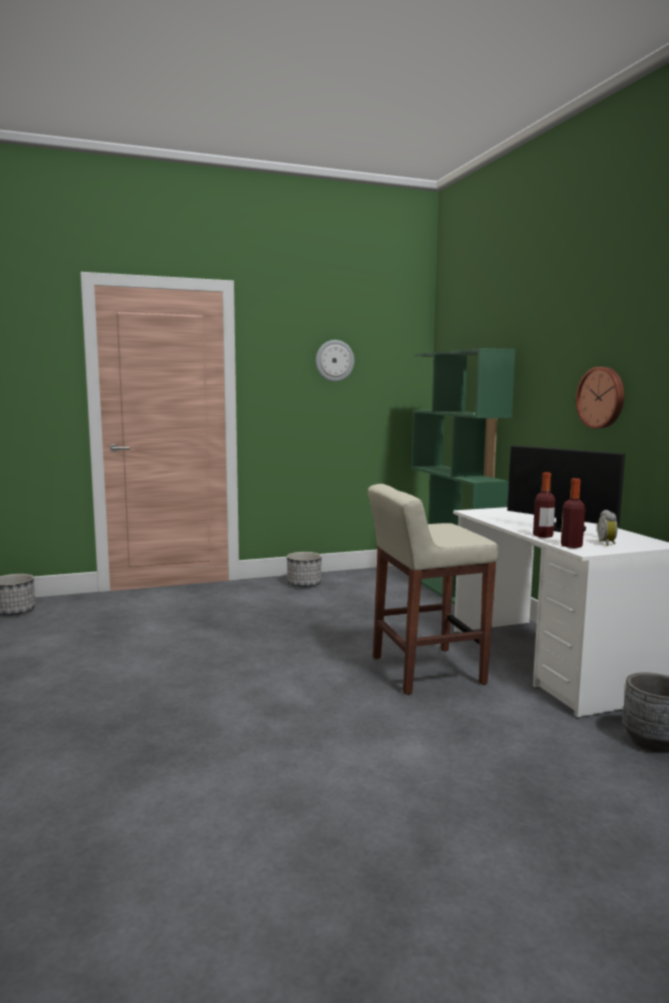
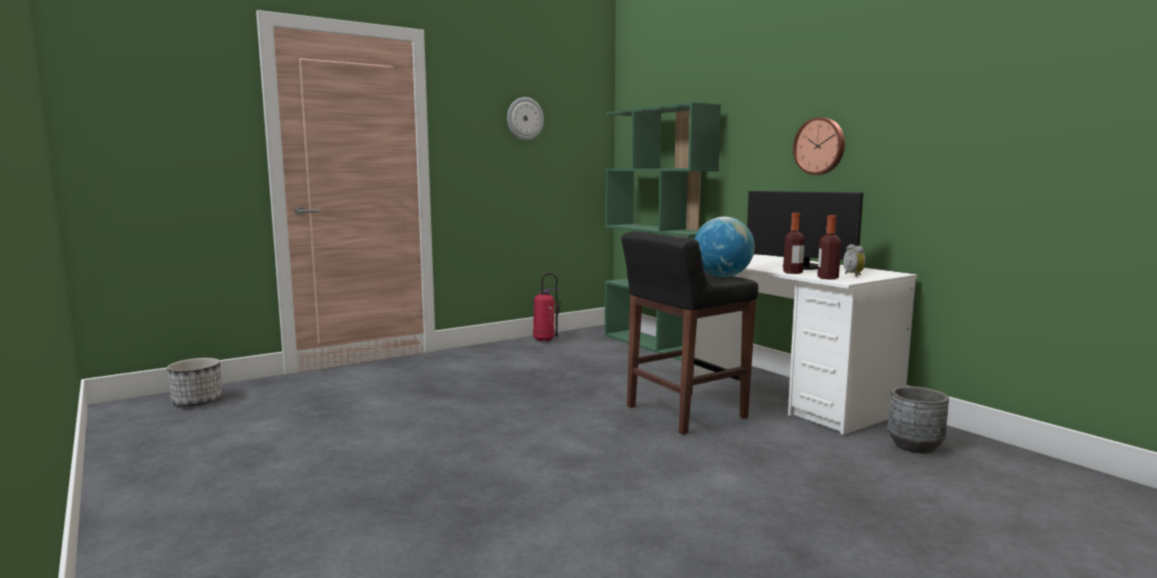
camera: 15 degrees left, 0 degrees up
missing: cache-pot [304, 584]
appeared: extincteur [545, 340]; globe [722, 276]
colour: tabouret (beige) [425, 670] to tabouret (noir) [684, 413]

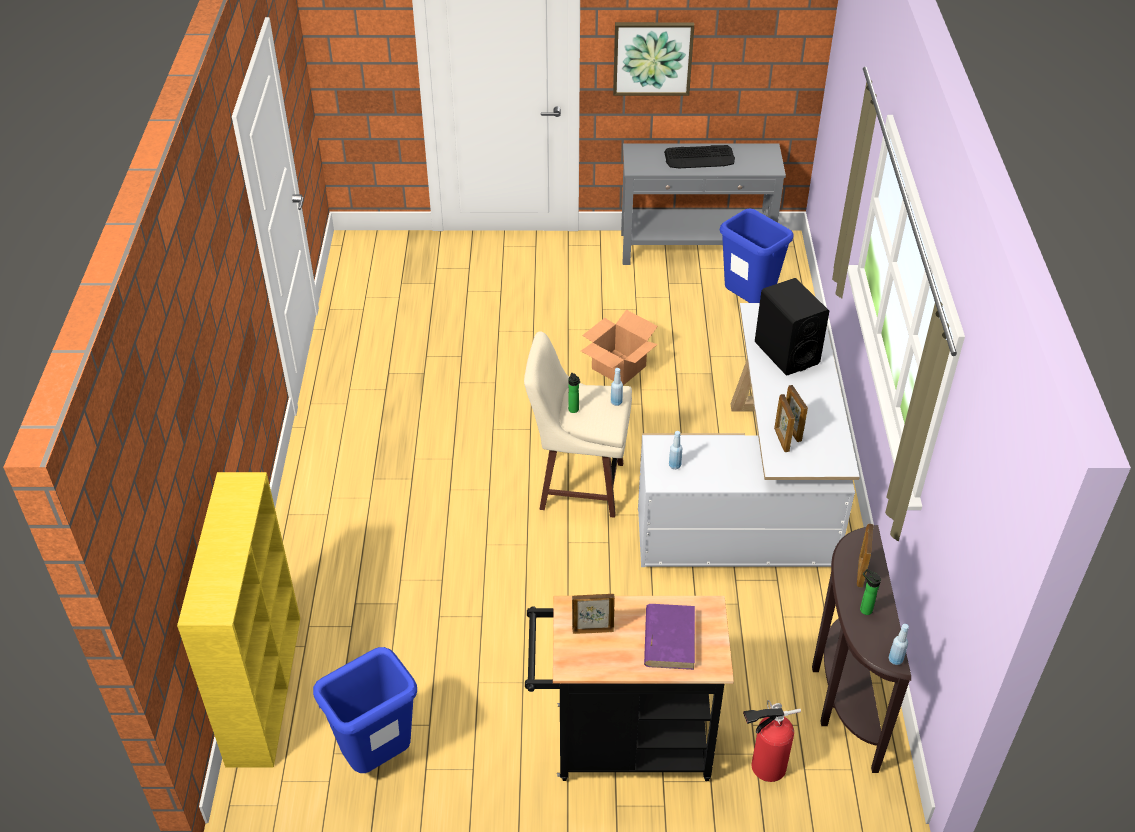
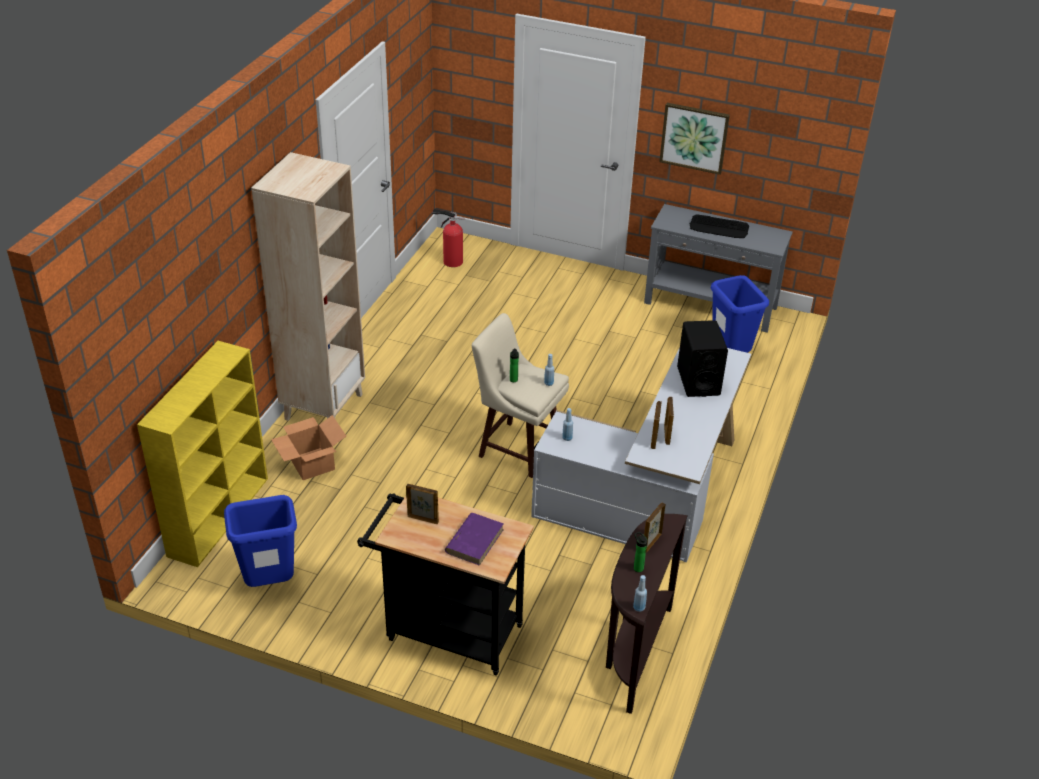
camera: 20 degrees right, 5 degrees down
appeared: bibliothèque (beige) [323, 406]
relocated: carton [619, 367] to [312, 464]; extincteur [764, 767] to [450, 261]

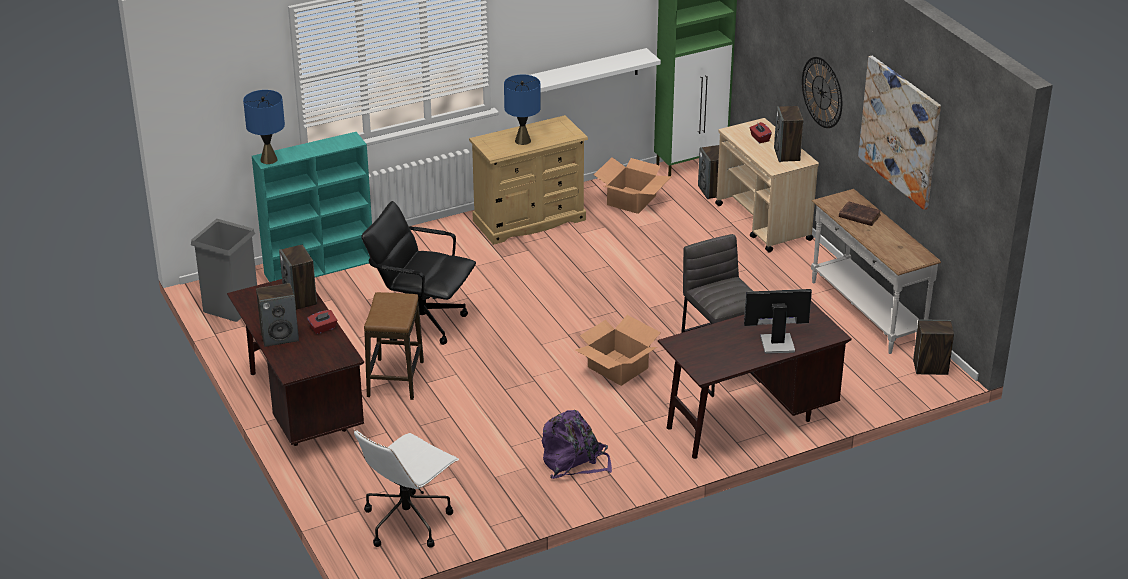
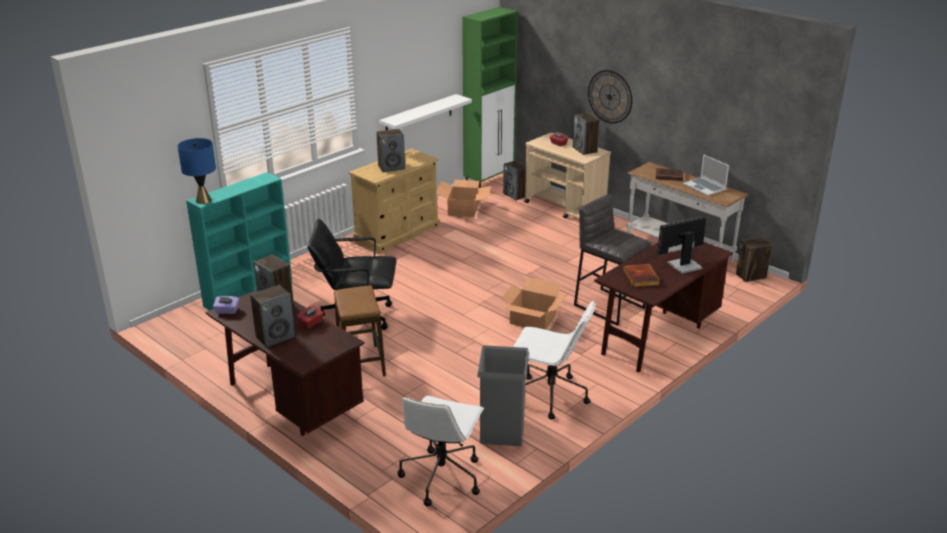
camera: 20 degrees left, 5 degrees down
missing: tableau [900, 131]
appeared: boîte à mouchoirs (violet) [227, 311]; livre [642, 277]; ordinateur portable [705, 187]
relocated: poubelle (gris) [231, 306] to [501, 431]
exchanged: lampe de table (bleu) [523, 140] to enceinte [391, 167]; sac à dos (violet) [574, 462] to chaise de bureau (blanc) [549, 396]

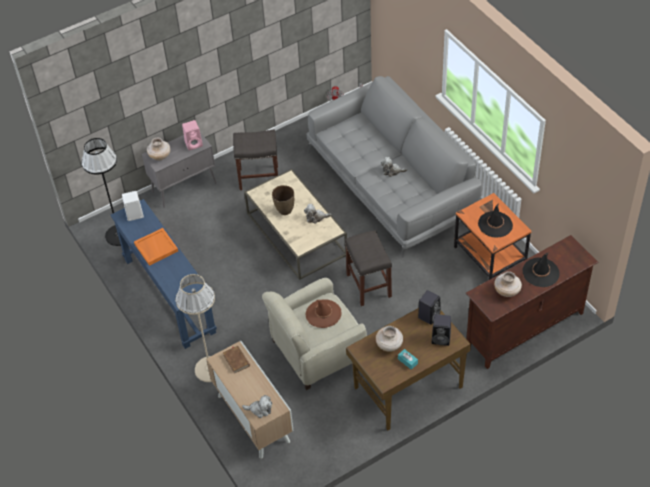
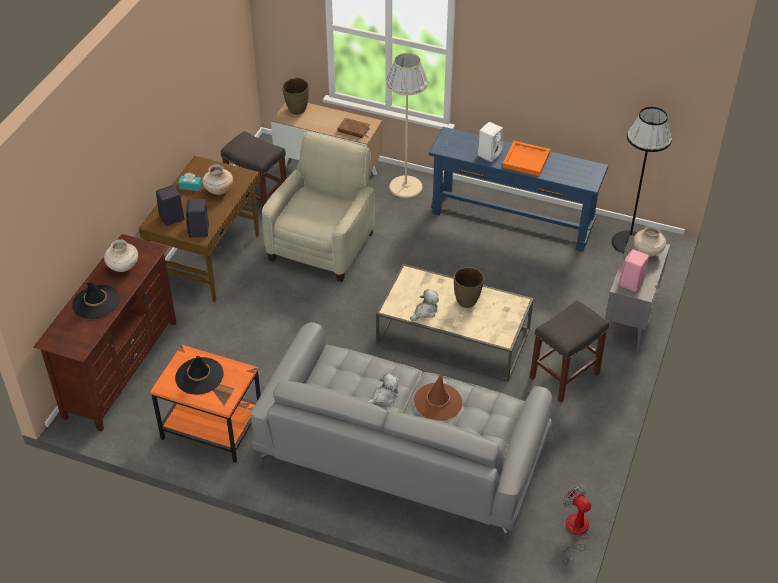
camera: 140 degrees right, 5 degrees down
relocated: enceinte (blanc) [134, 214] to [490, 154]; chapeau (marron) [323, 314] to [438, 402]; tabouret (gris) [368, 285] to [258, 199]
exchanged: peluche [260, 409] to vase (marron) [297, 110]

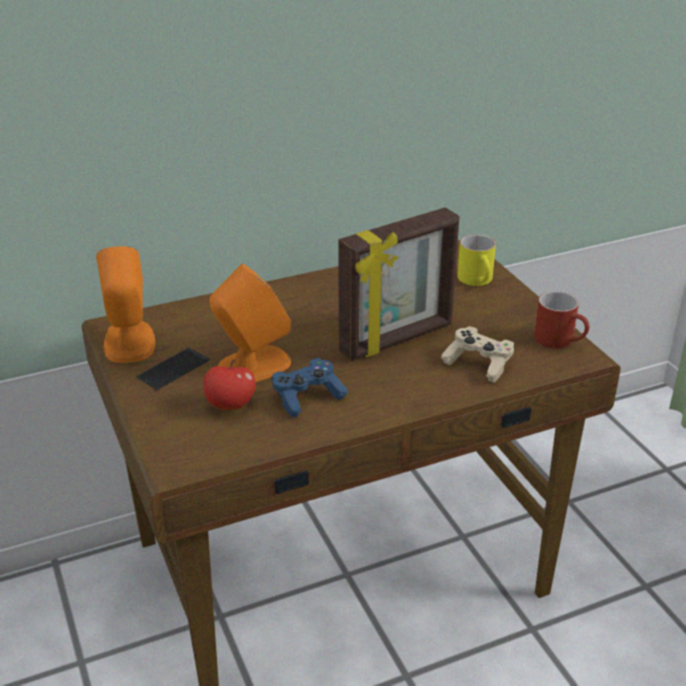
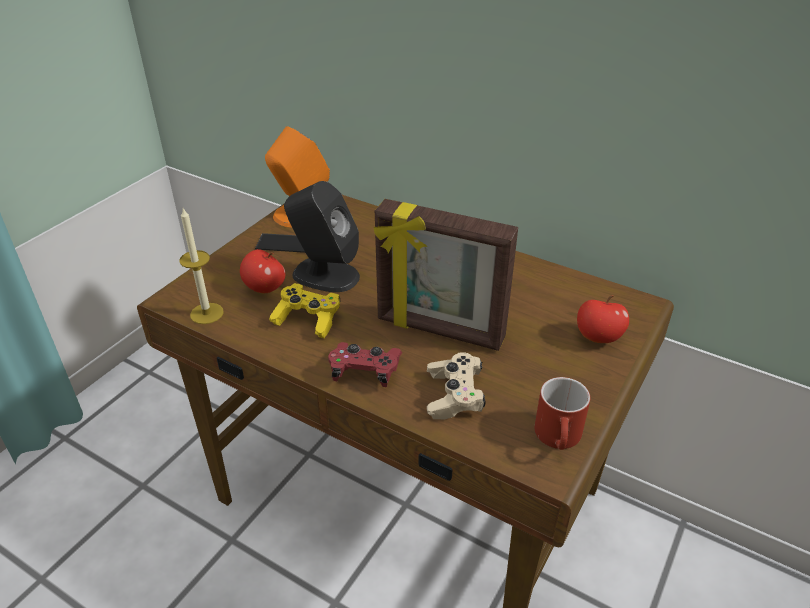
camera: 55 degrees right, 5 degrees up
appeared: bougie [206, 313]; manette (rouge) [365, 372]
exchanged: mug (jaune) [478, 281] to pomme [598, 337]
colour: enceinte (orange) [253, 366] to enceinte (noir) [325, 275]; manette (bleu) [307, 397] to manette (jaune) [308, 319]

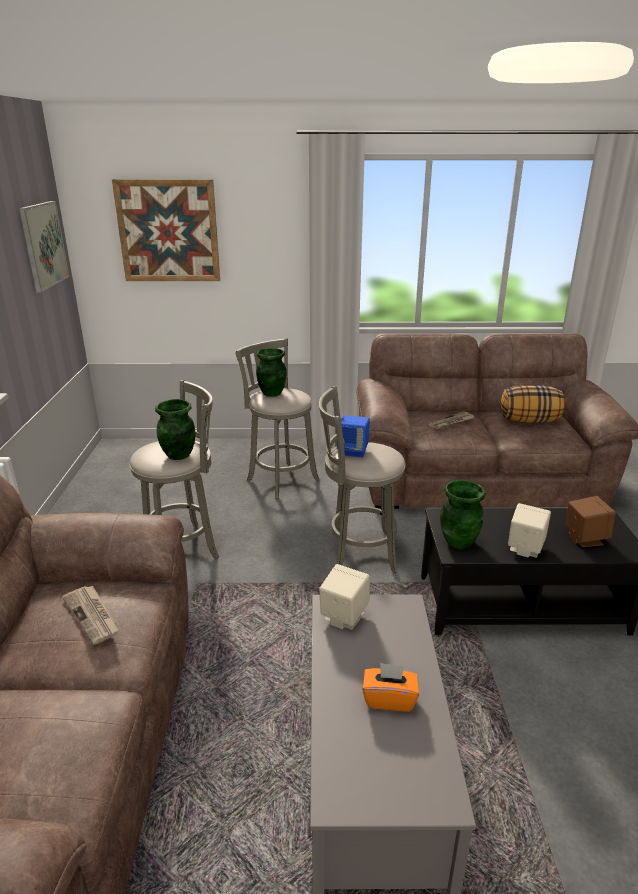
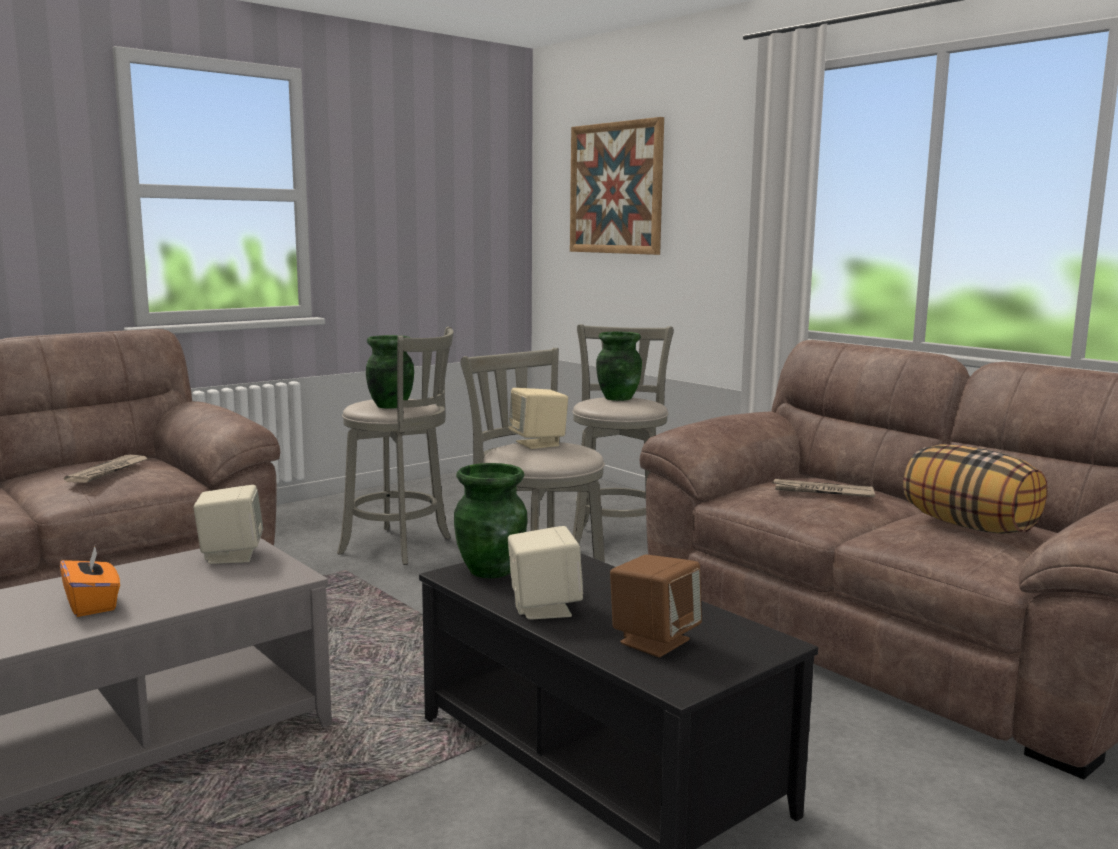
camera: 50 degrees right, 15 degrees down
missing: tableau [44, 245]
colour: enceinte (bleu) [353, 451] to enceinte (beige) [538, 444]

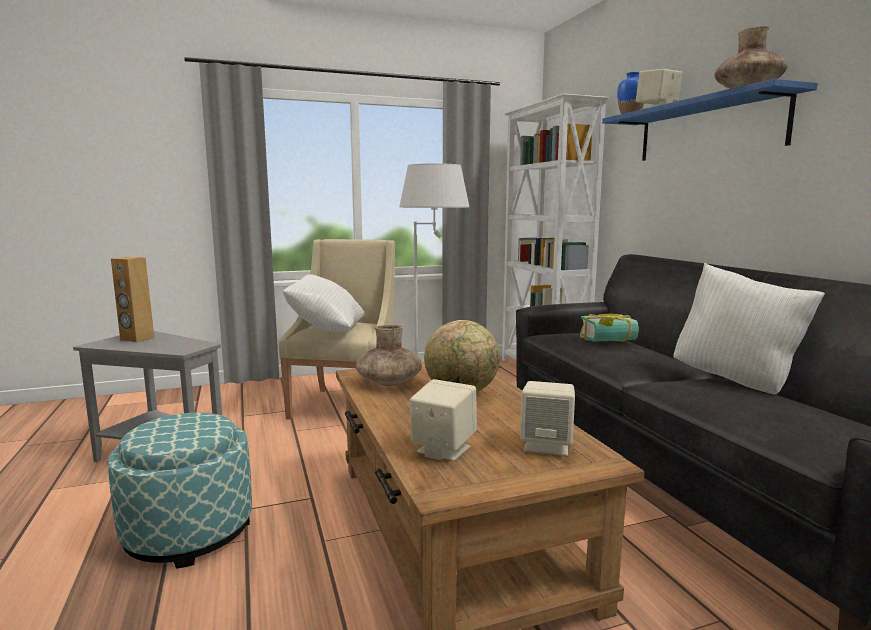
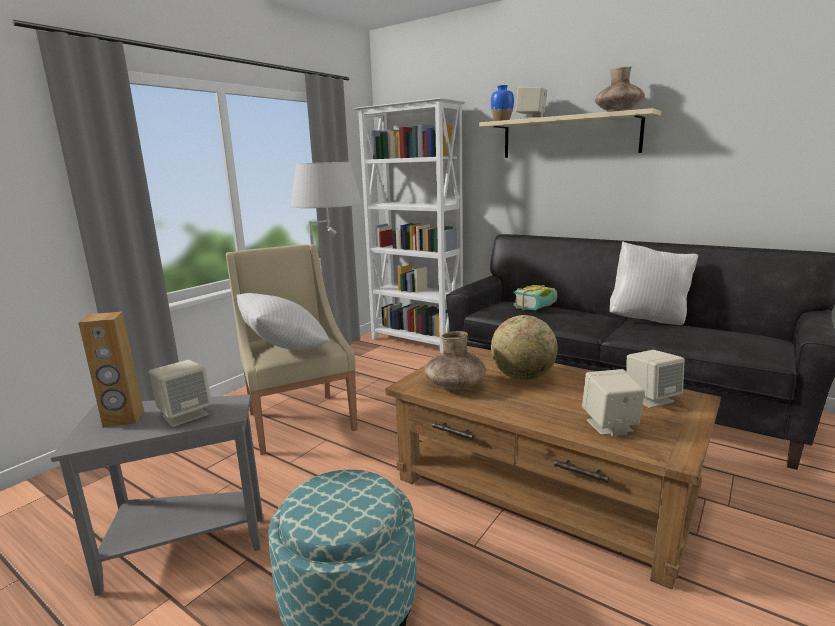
camera: 35 degrees left, 5 degrees up
appeared: enceinte (beige) [185, 415]
colour: étagère (bleu) [707, 129] to étagère (beige) [569, 136]

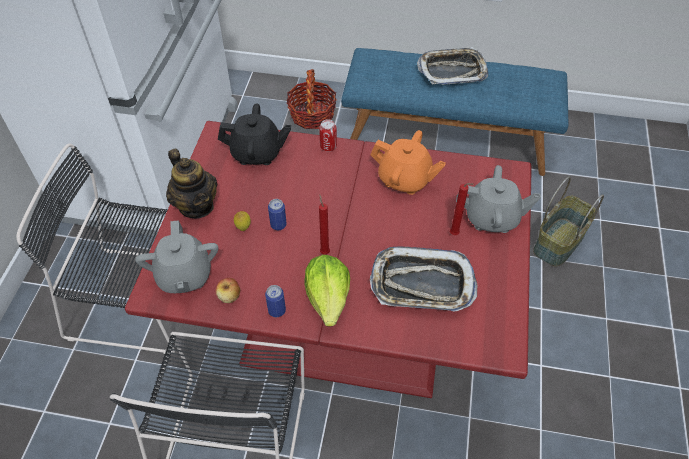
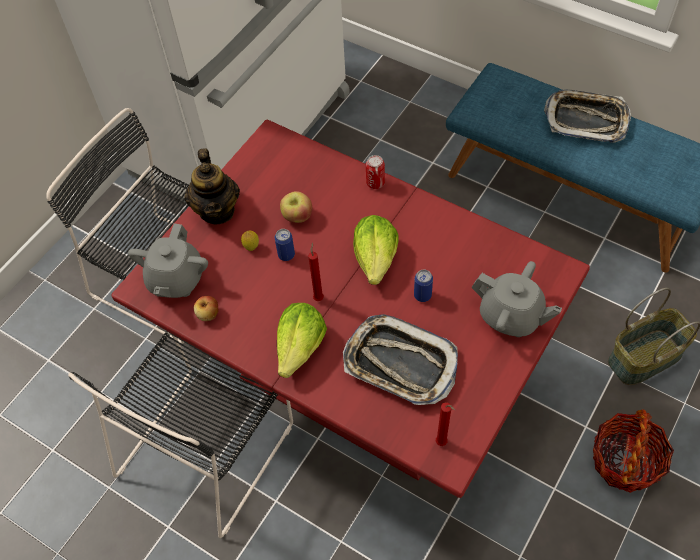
camera: 25 degrees right, 5 degrees up
missing: théière (noir) [257, 153]; théière (orange) [404, 179]
appeared: pomme [297, 216]; laitue [376, 259]
relocated: boîte métallique [277, 310] to [422, 295]; panier [312, 115] to [625, 460]; bougie (rouge) [455, 234] to [442, 443]

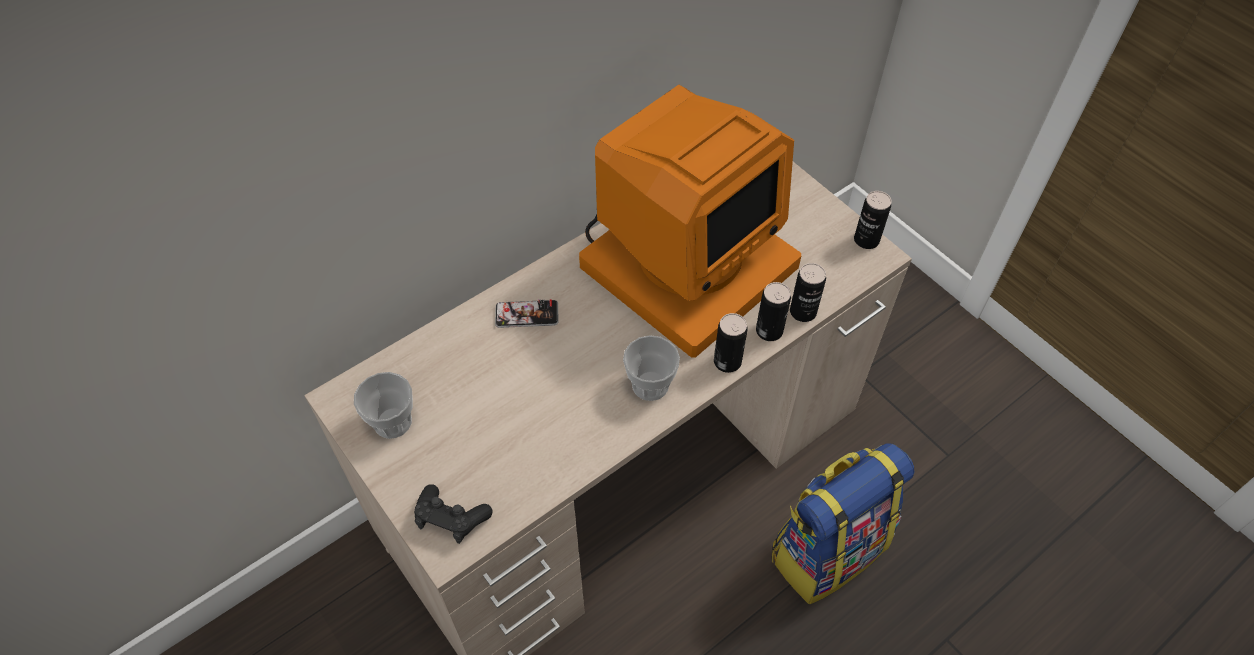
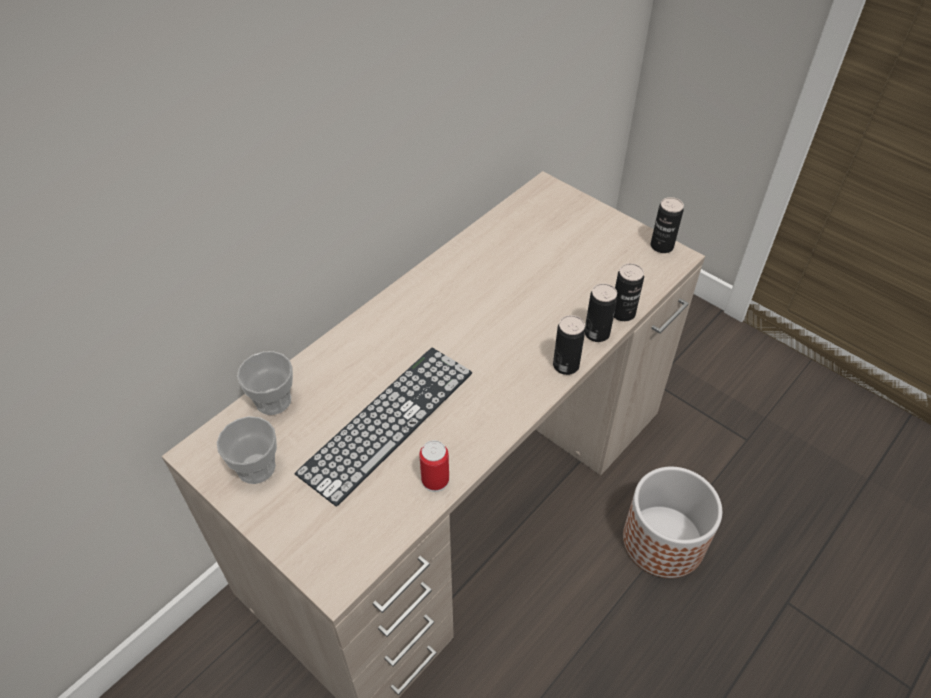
camera: 10 degrees left, 5 degrees down
missing: manette (noir) [451, 519]; téléphone [527, 314]; écran d'ordinateur [686, 263]
appeared: clavier [387, 421]; boîte métallique [435, 480]
relocated: tasse [650, 385] to [273, 400]
exchanged: sac à dos [827, 550] to cache-pot [663, 540]

